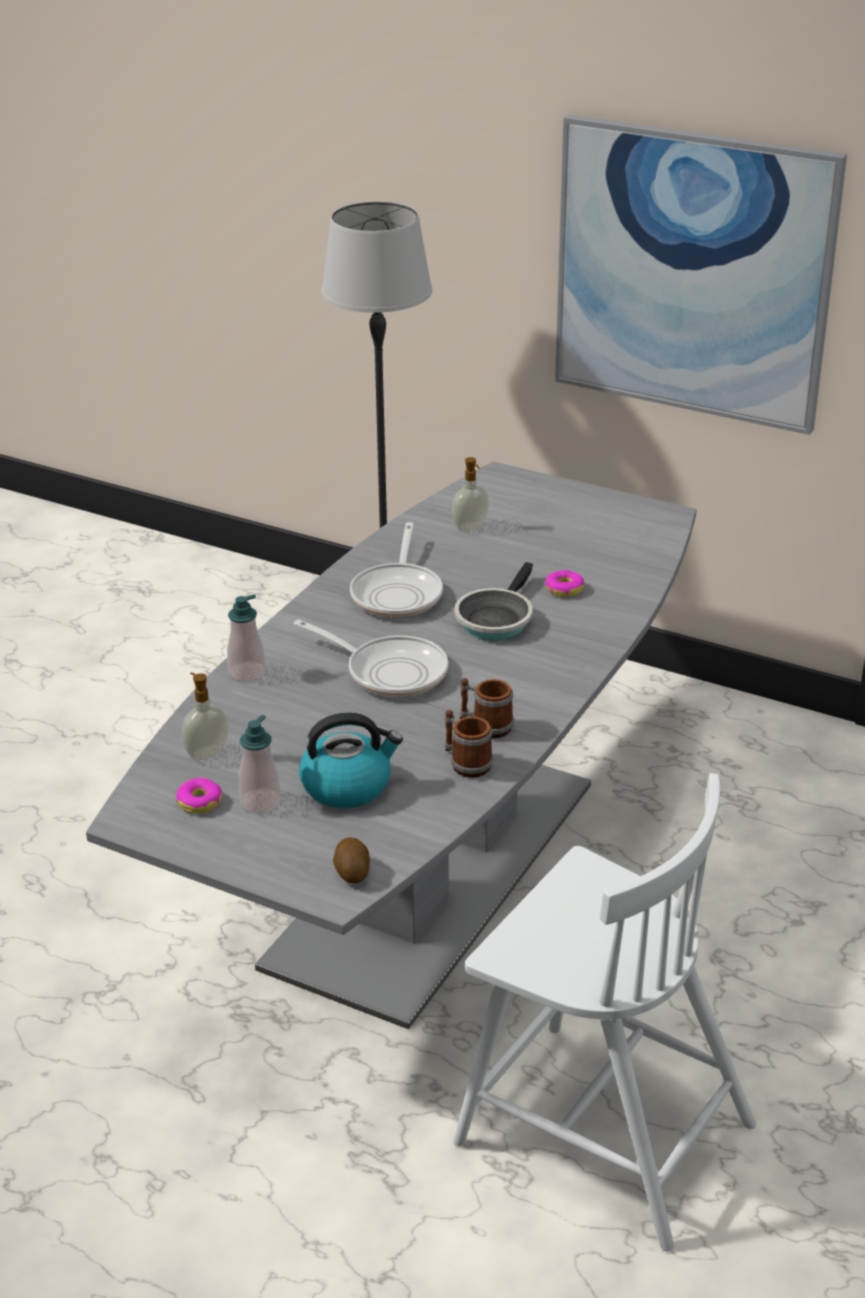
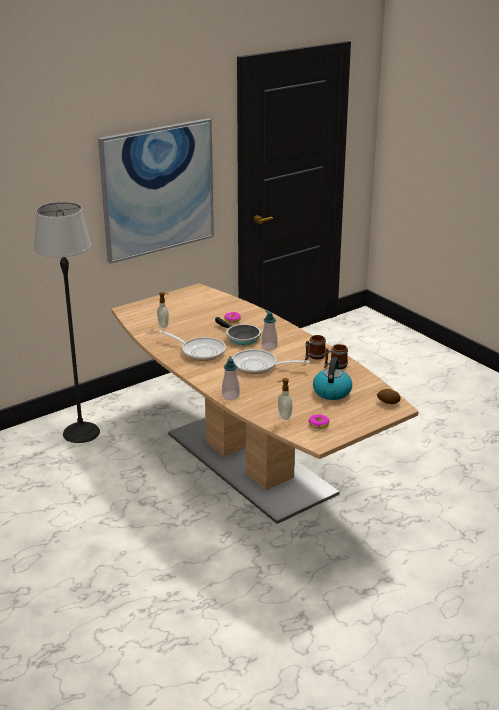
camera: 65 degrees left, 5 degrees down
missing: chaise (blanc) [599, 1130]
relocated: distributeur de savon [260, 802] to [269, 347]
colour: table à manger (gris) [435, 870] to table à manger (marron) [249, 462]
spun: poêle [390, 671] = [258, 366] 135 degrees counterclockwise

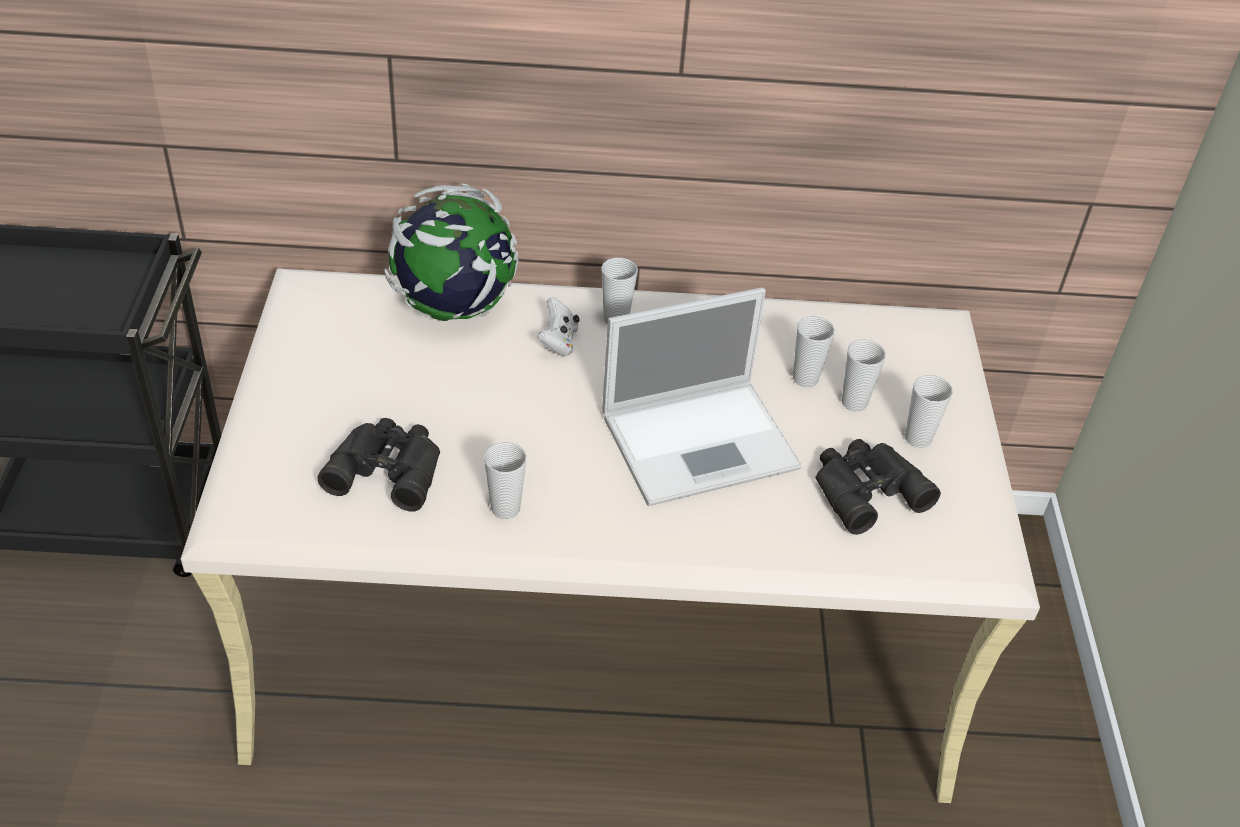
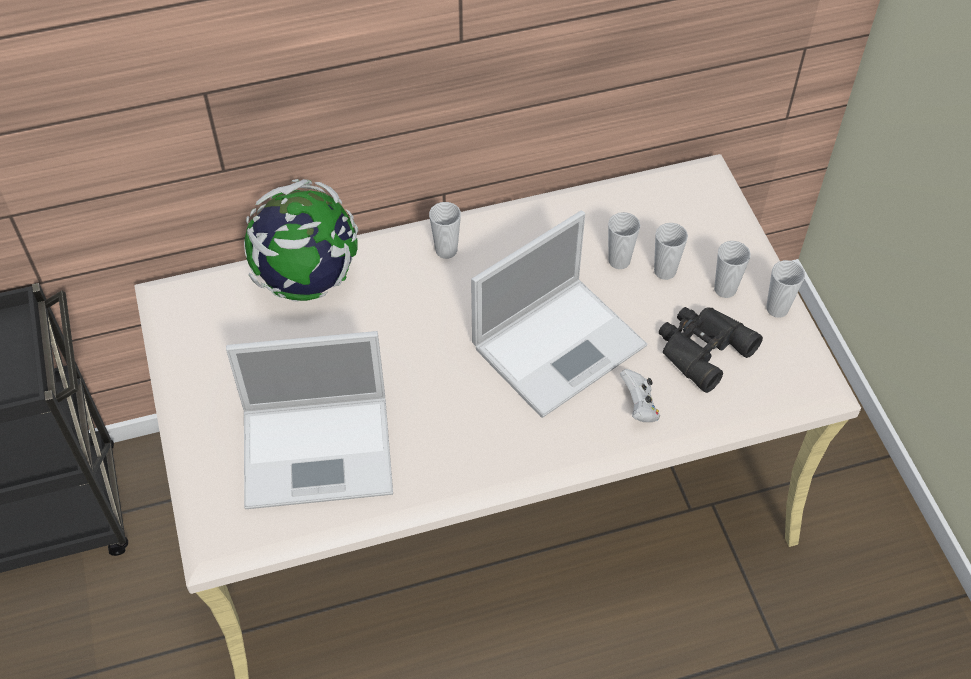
camera: 15 degrees left, 10 degrees up
relocated: tasse [505, 508] to [777, 309]; manette (blanc) [558, 341] to [639, 406]
exchanged: jumelles (noir) [388, 468] to ordinateur portable [320, 450]

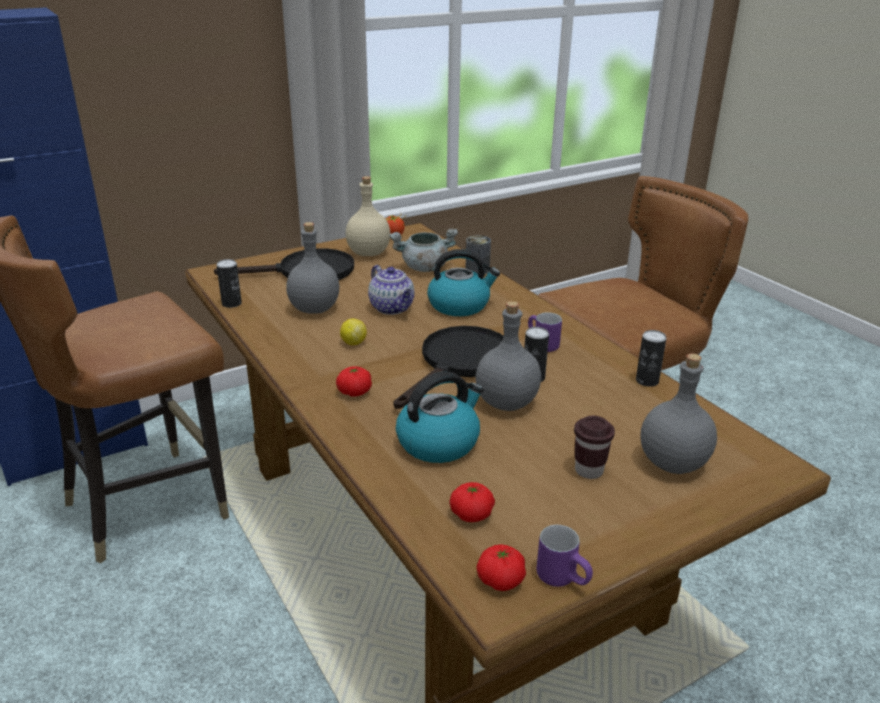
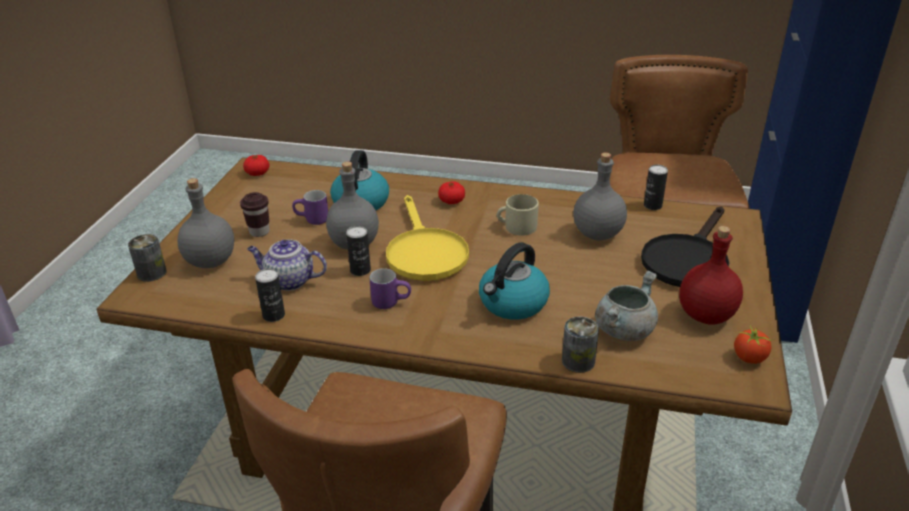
camera: 135 degrees right, 5 degrees up
missing: tomate [471, 514]
appeared: boîte métallique [152, 273]
relocated: théière [392, 308] to [289, 281]; mug (violet) [564, 578] to [312, 221]
exchanged: citron [353, 343] to mug (beige) [516, 226]
colour: bouteille (beige) [369, 253] to bouteille (rouge) [705, 315]; poêle (noir) [459, 363] to poêle (jaune) [424, 252]

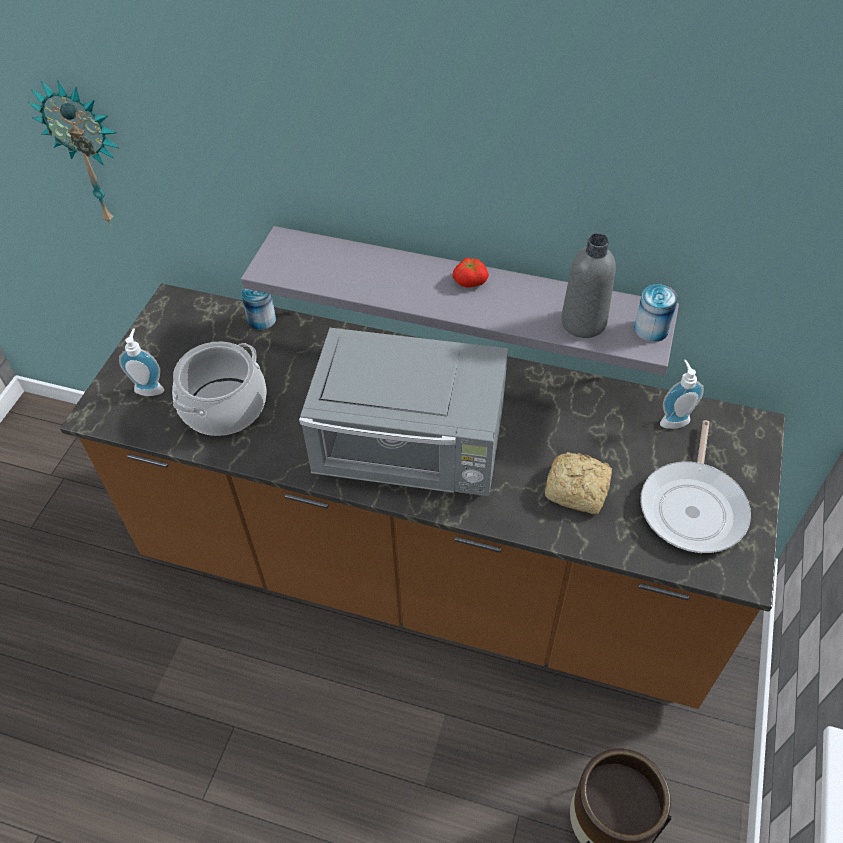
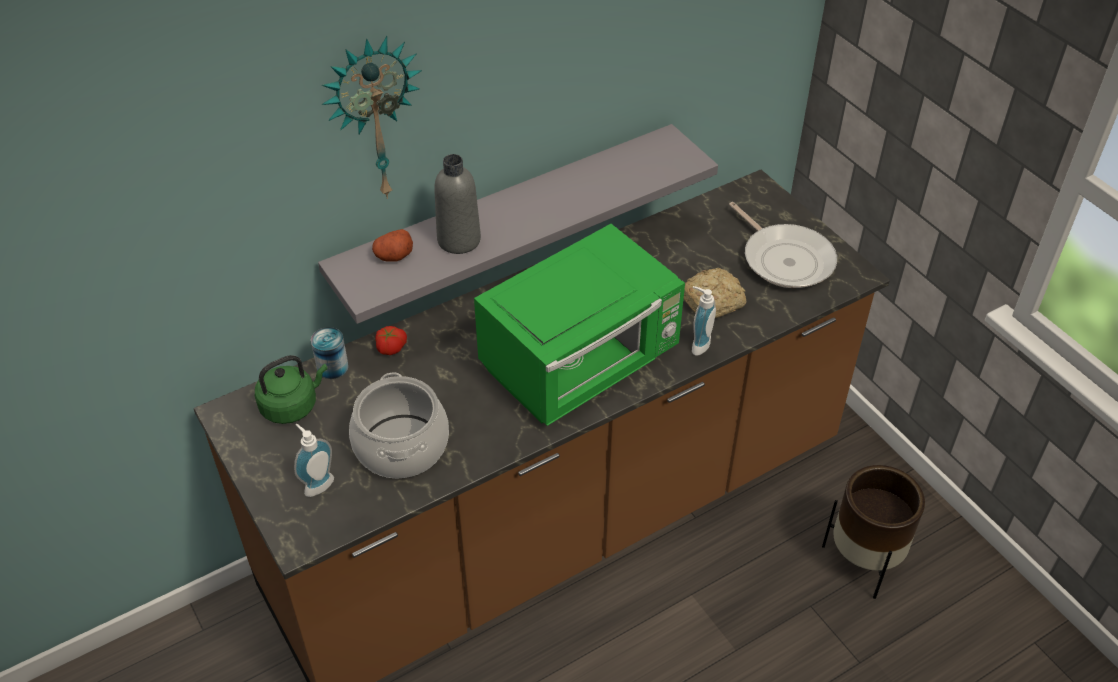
camera: 50 degrees left, 5 degrees down
missing: boîte métallique [651, 329]
appeared: bouilloire (vert) [292, 405]; pomme de terre [393, 256]
relocated: horloge murale [89, 153] to [373, 118]; tomate [470, 280] to [390, 347]; bouteille (gris) [583, 322] to [459, 240]; distributeur de savon [673, 419] to [697, 344]
colour: micro-ondes (gris) [412, 451] to micro-ondes (vert) [582, 363]

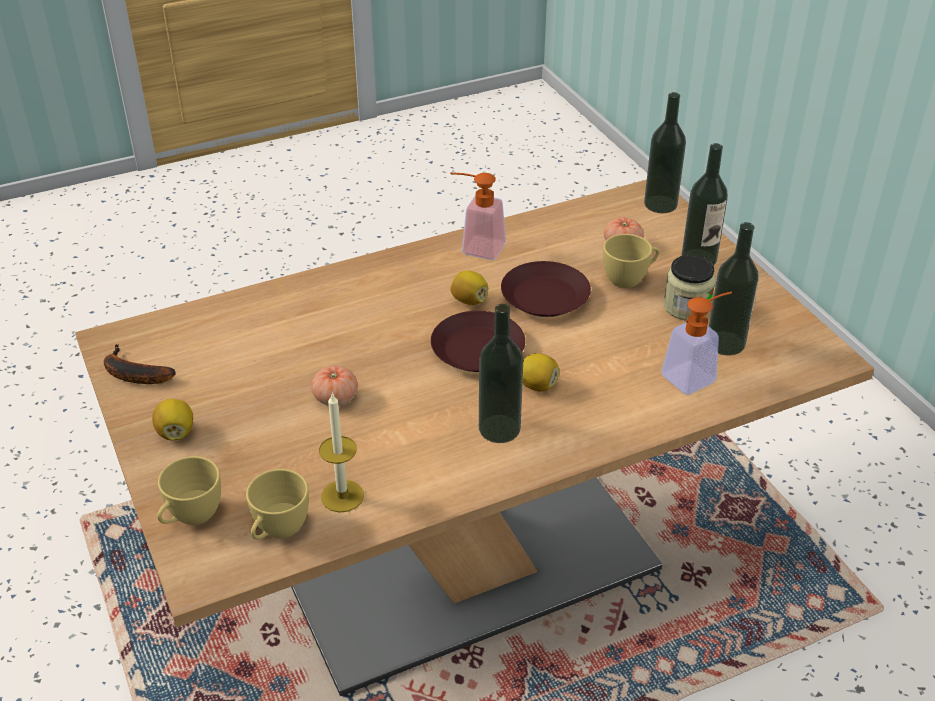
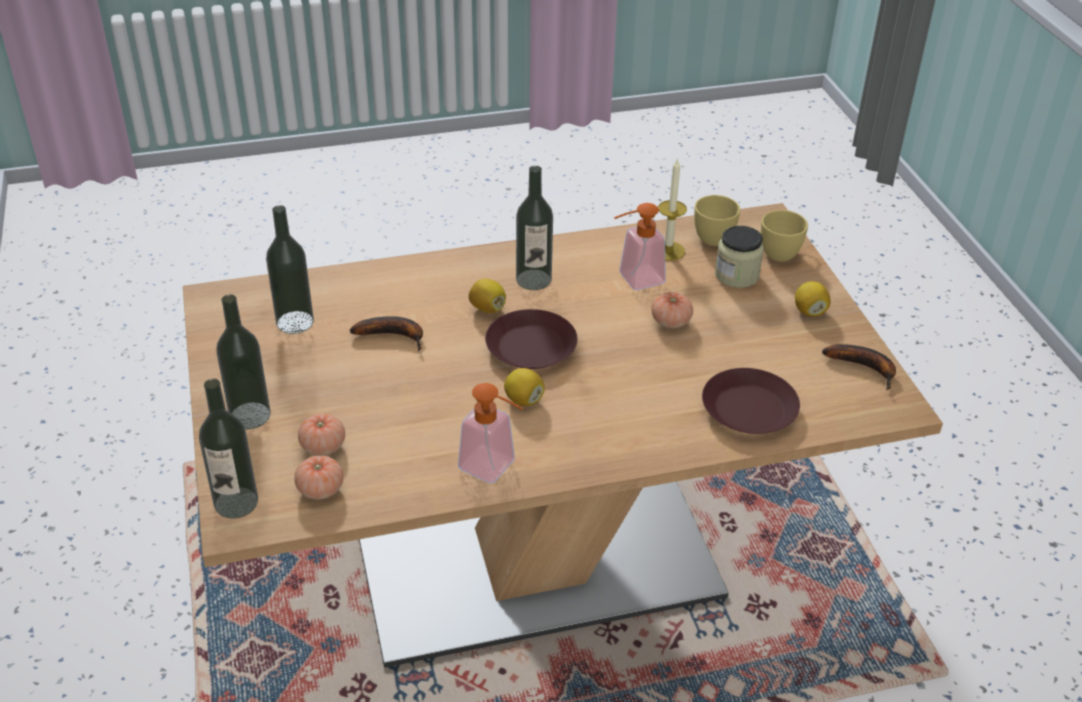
camera: 170 degrees left, 0 degrees up
missing: tasse (jaune) [629, 279]
appeared: tomate [320, 489]; banane [394, 335]
relocated: assiette (marron) [544, 297] to [750, 409]; distributeur de savon [695, 375] to [634, 280]; bocal [686, 307] to [736, 275]

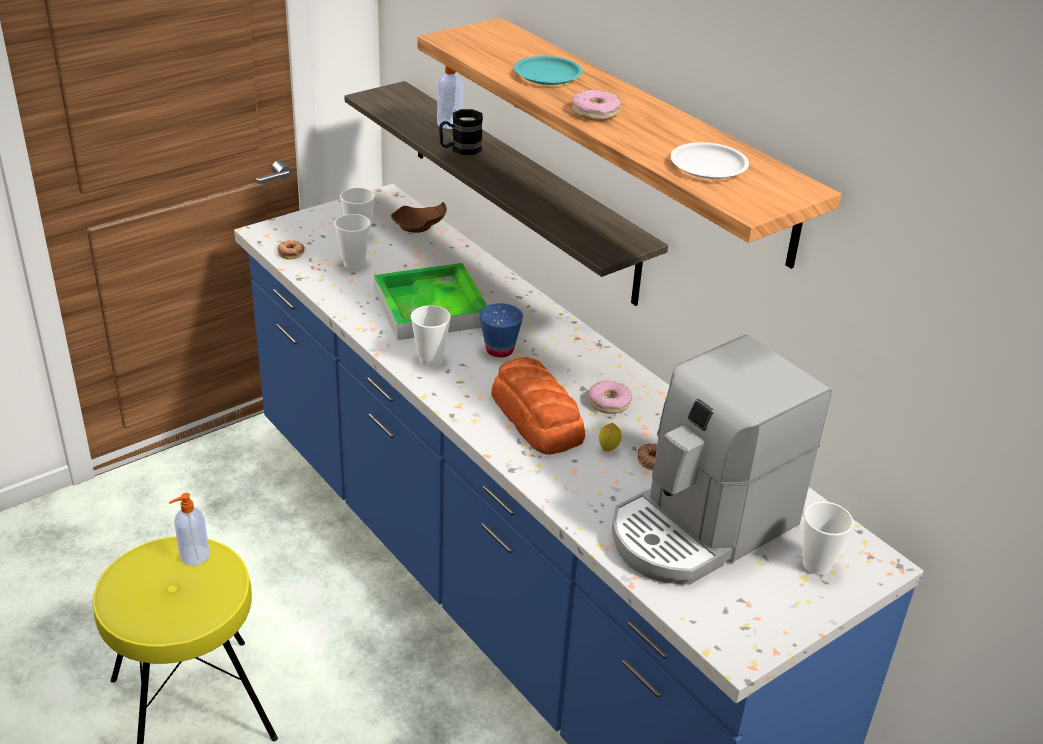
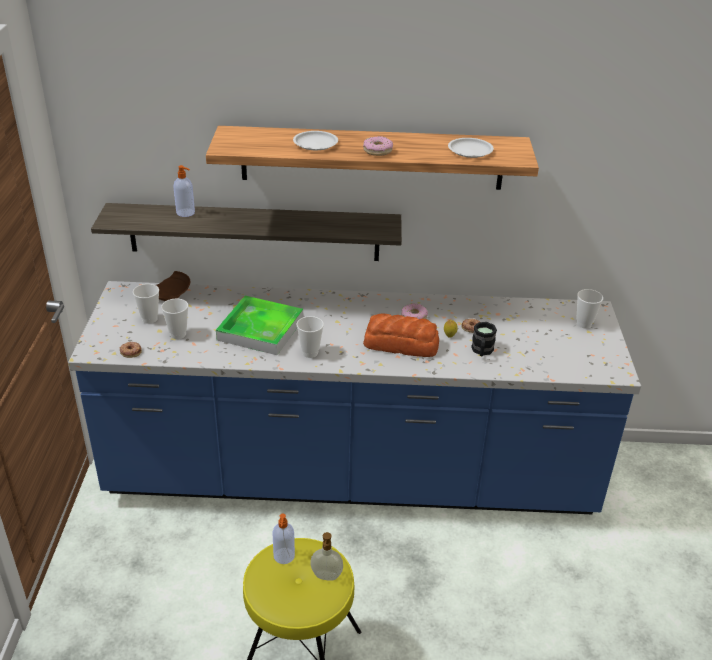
camera: 50 degrees left, 0 degrees up
missing: tasse (bleu) [499, 350]; machine à café [700, 528]
appeared: distributeur de savon [326, 576]
relocated: mug (noir) [460, 149] to [482, 351]
colour: assiette (turquoise) [548, 75] to assiette (blanc) [315, 143]

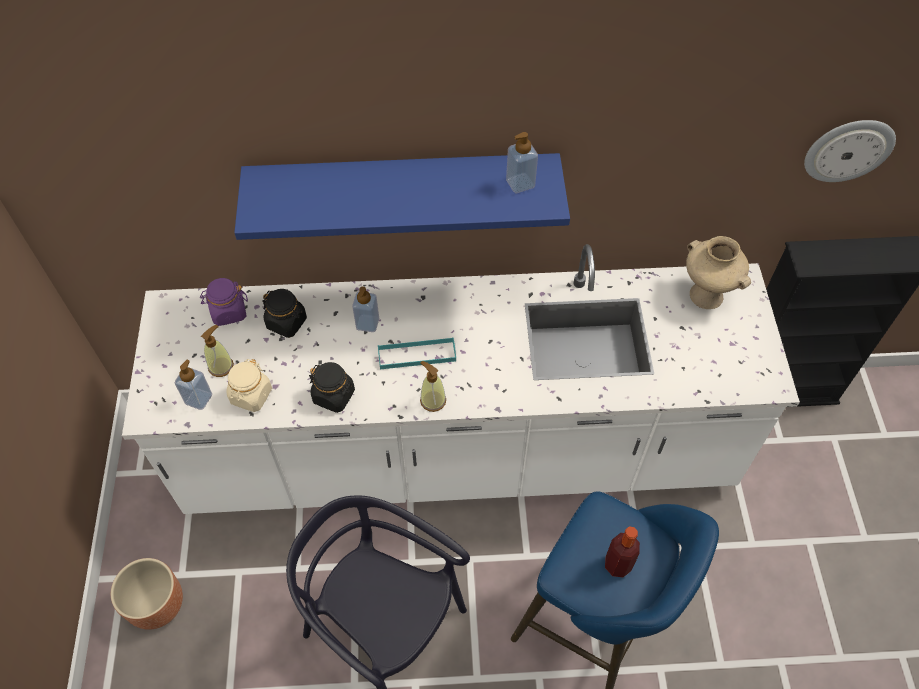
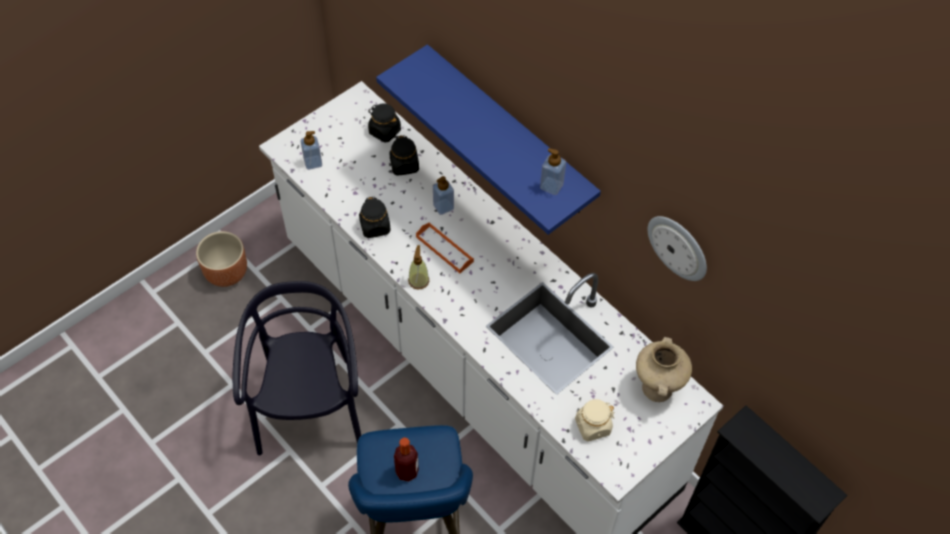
camera: 50 degrees right, 0 degrees up
missing: distributeur de savon [221, 366]
relocated: bocal (beige) [251, 396] to [592, 426]; horloge murale [848, 149] to [678, 247]
colour: bocal (violet) [228, 312] to bocal (noir) [384, 131]; plateau (turquoise) [417, 355] to plateau (orange) [444, 249]

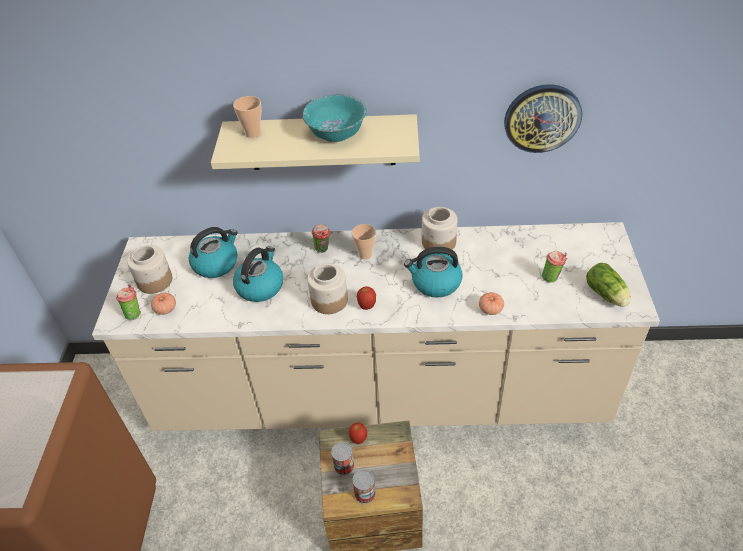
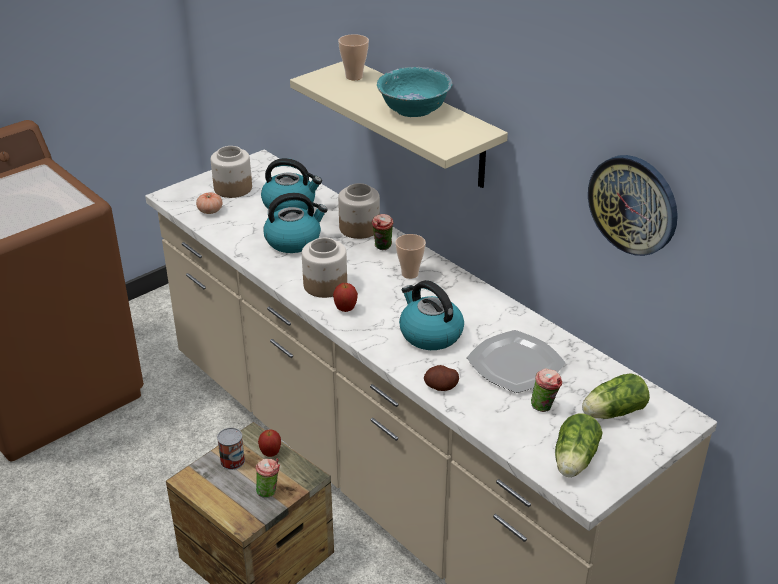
camera: 45 degrees right, 10 degrees down
missing: boîte métallique [365, 493]
appeared: assiette [514, 364]; laitue [611, 412]
relocated: tasse [134, 313] to [269, 491]; bocal [439, 242] to [359, 228]
exchanged: tomate [490, 309] to pomme de terre [441, 387]

